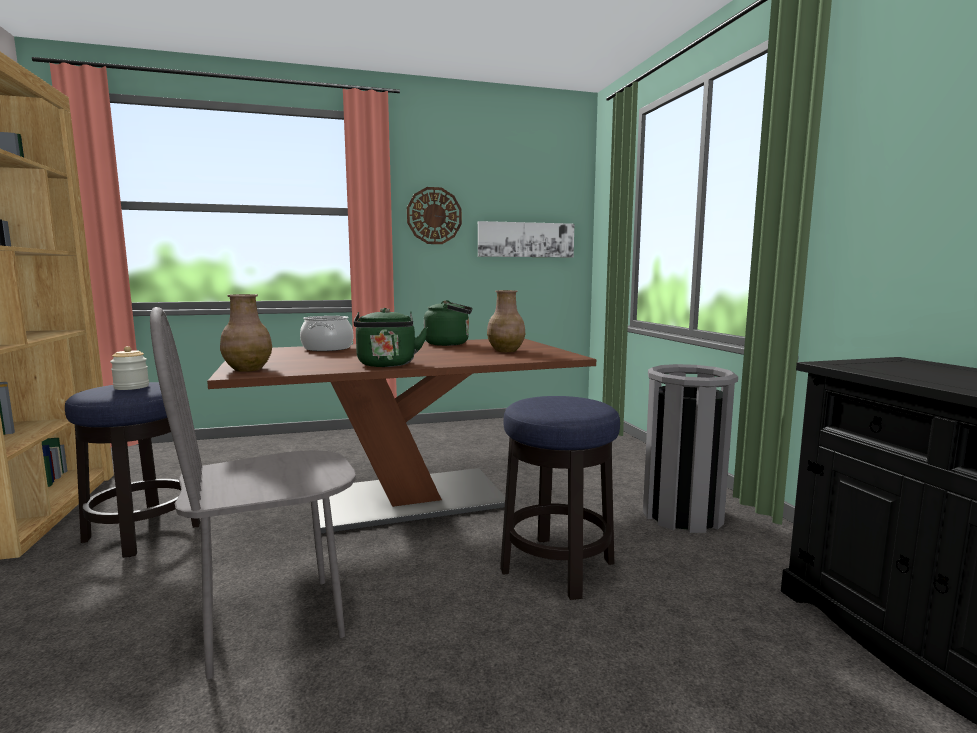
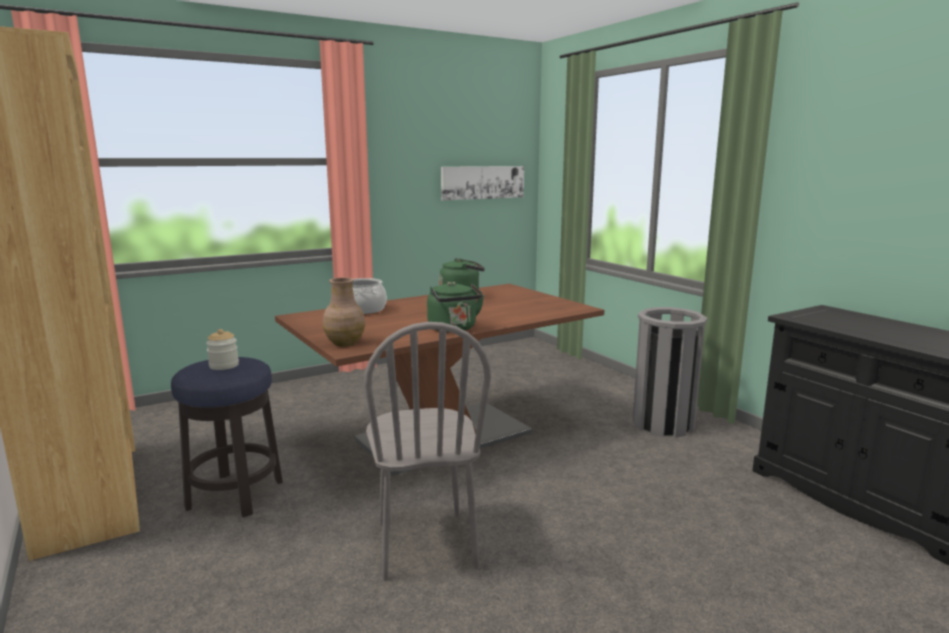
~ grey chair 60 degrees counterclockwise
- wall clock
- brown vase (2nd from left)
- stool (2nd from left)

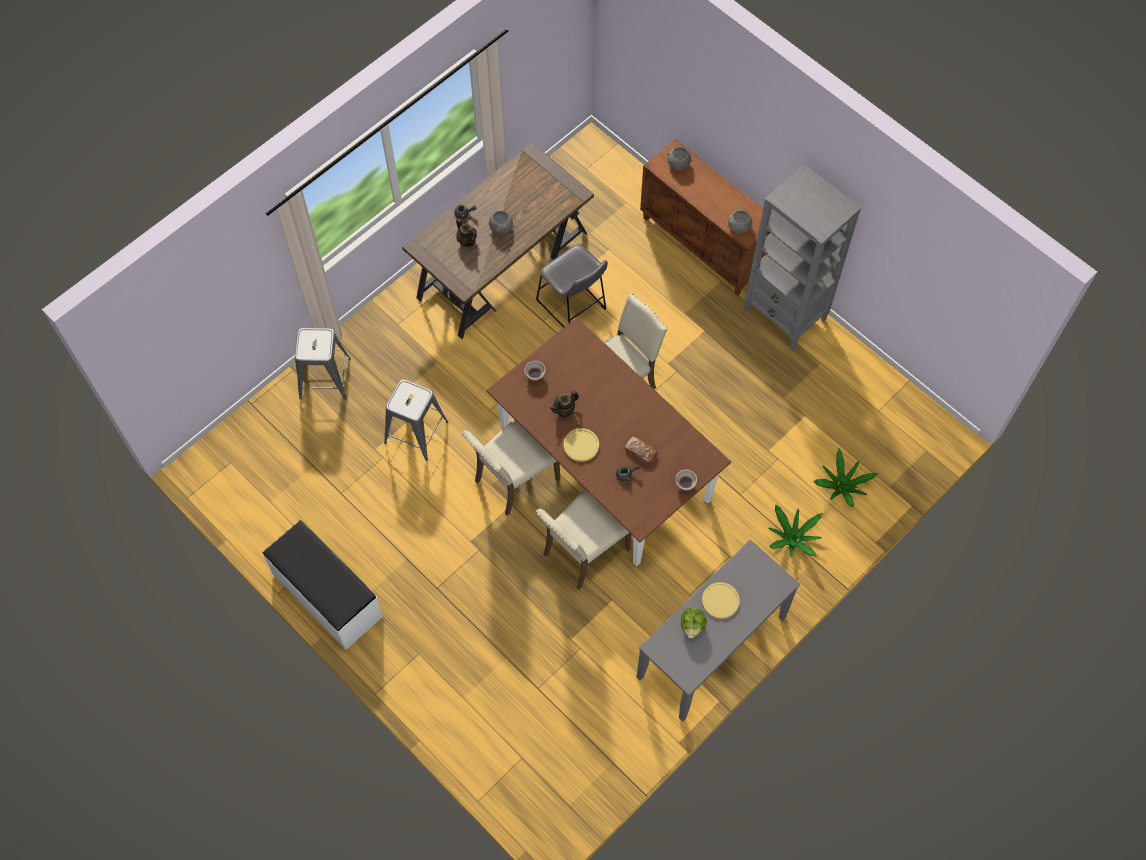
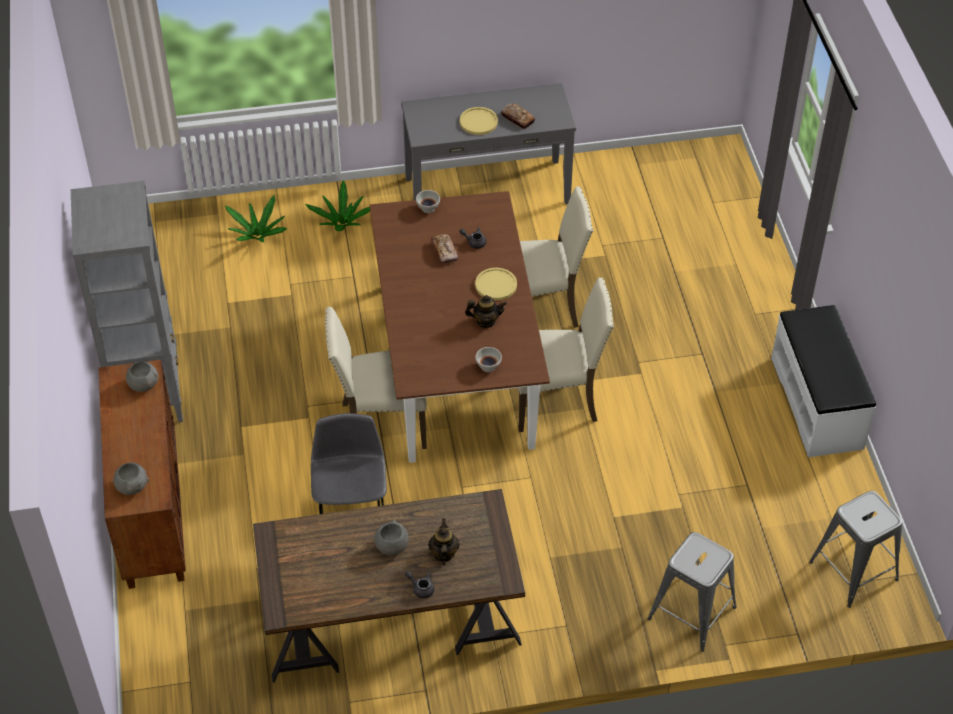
~ grey stool (2nd from left in the first image) to grey stool (3rd from left)
~ lettuce to bread (2nd from left)

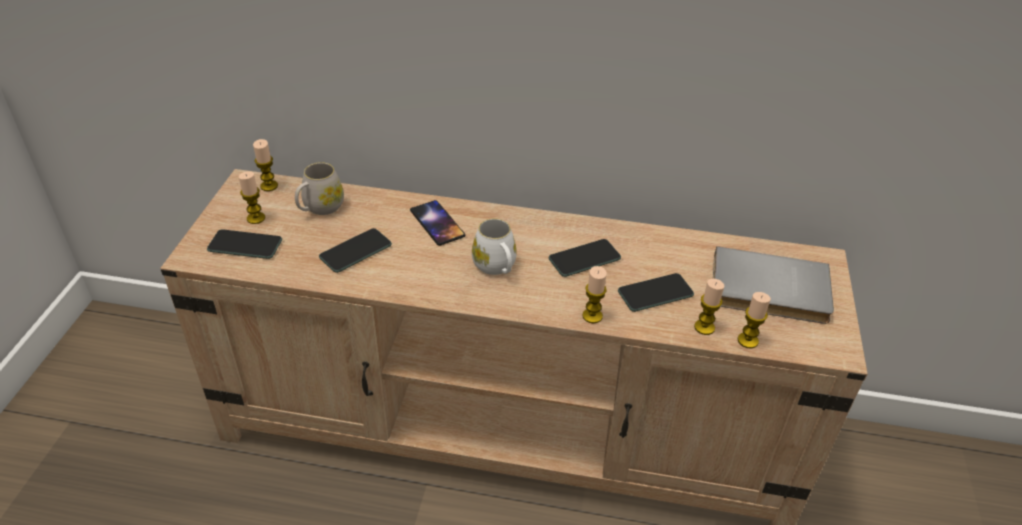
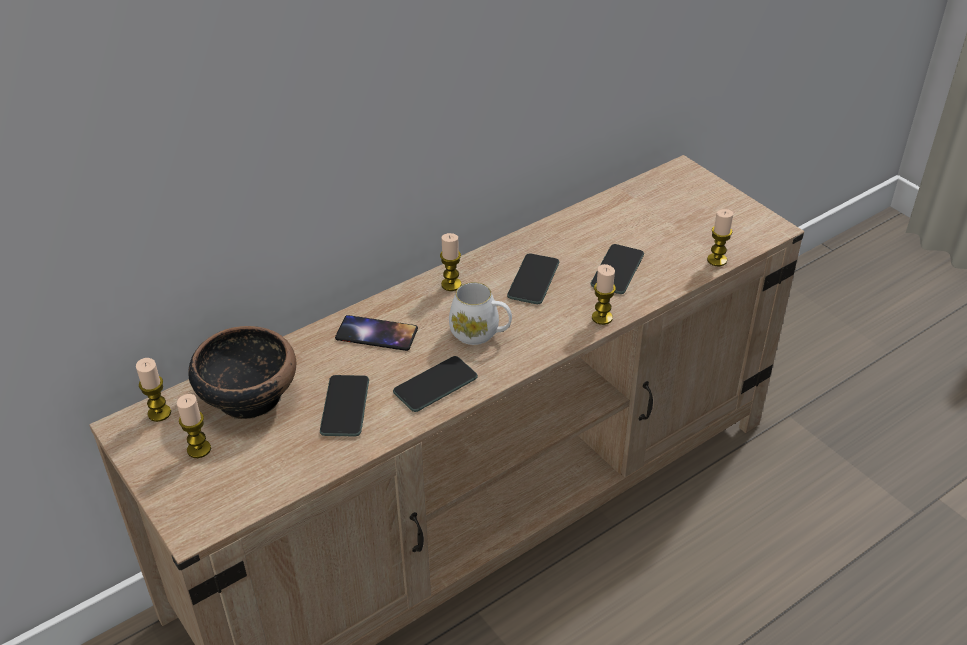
~ phone (1st from left in the first image) to phone (3rd from left)
~ white mug (1st from left) to bowl
~ candle (4th from left in the first image) to candle (3rd from left)
- grey book

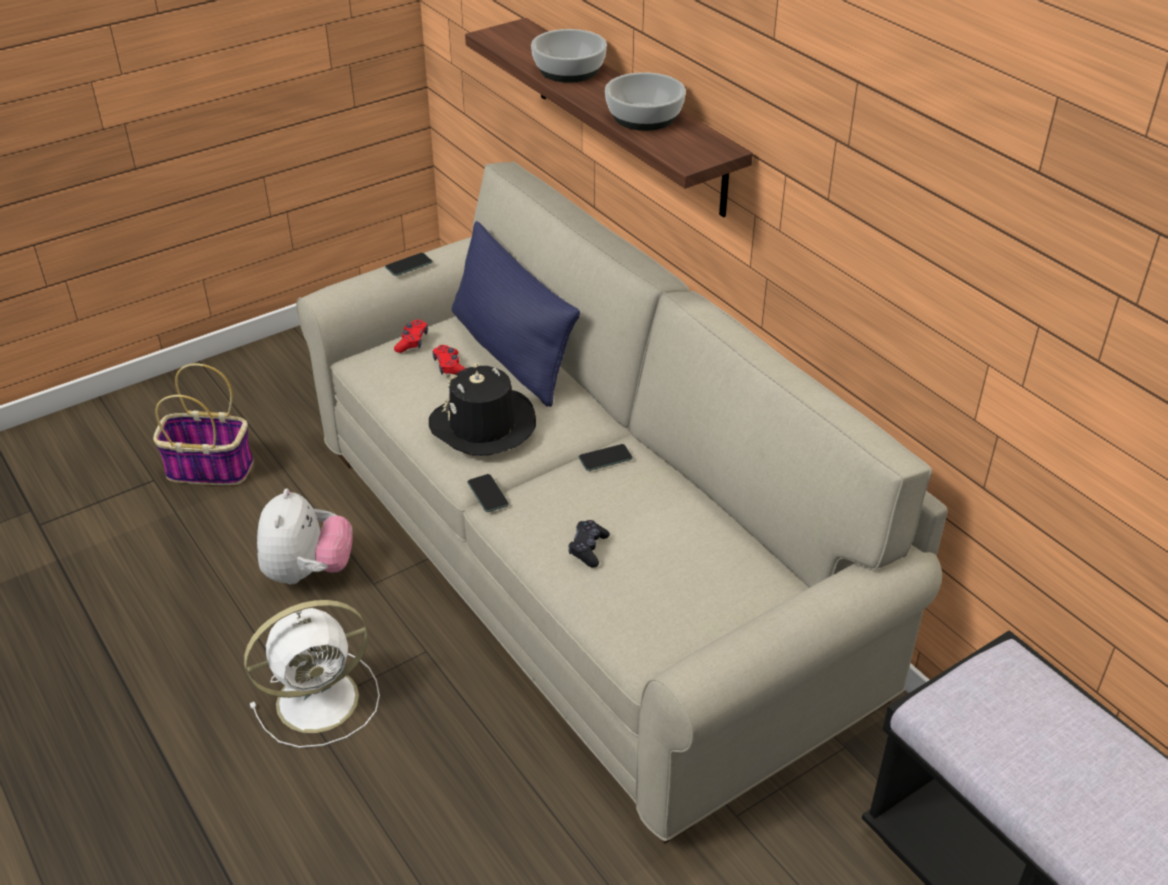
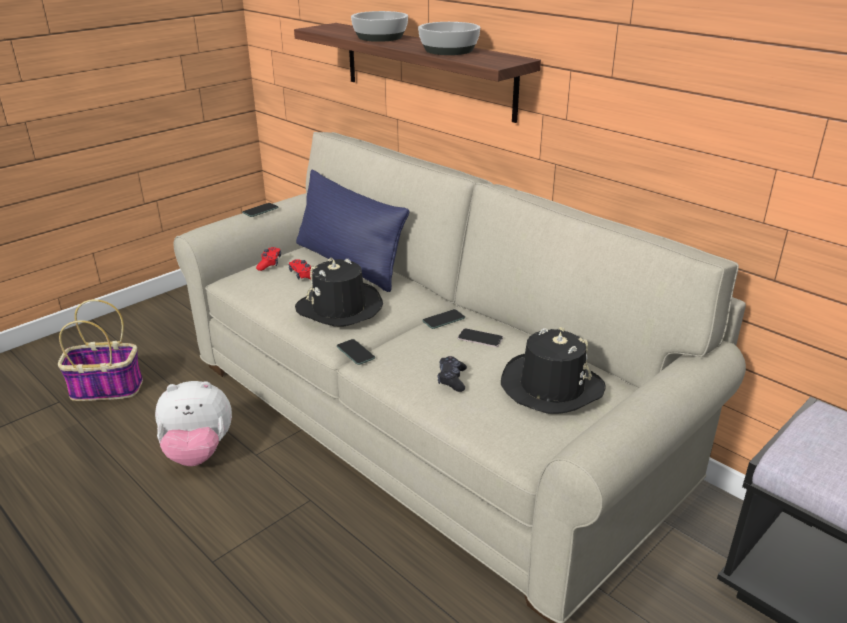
- white fan
~ plush toy 90 degrees clockwise
+ phone (4th from left)
+ black hat (2nd from left)

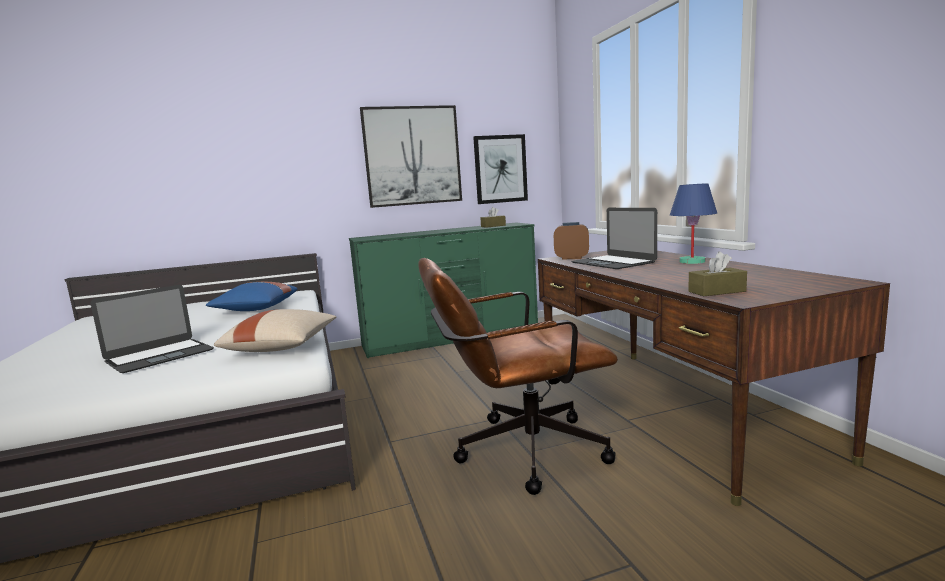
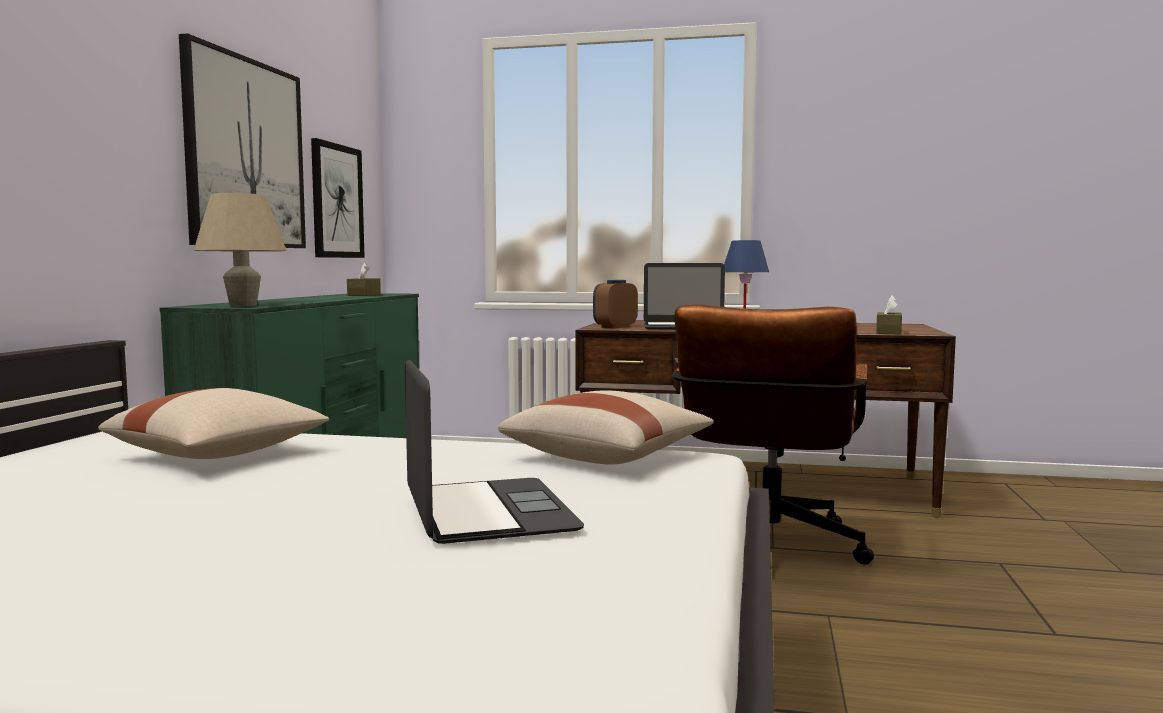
~ blue pillow to beige pillow (1st from left)
+ beige table lamp

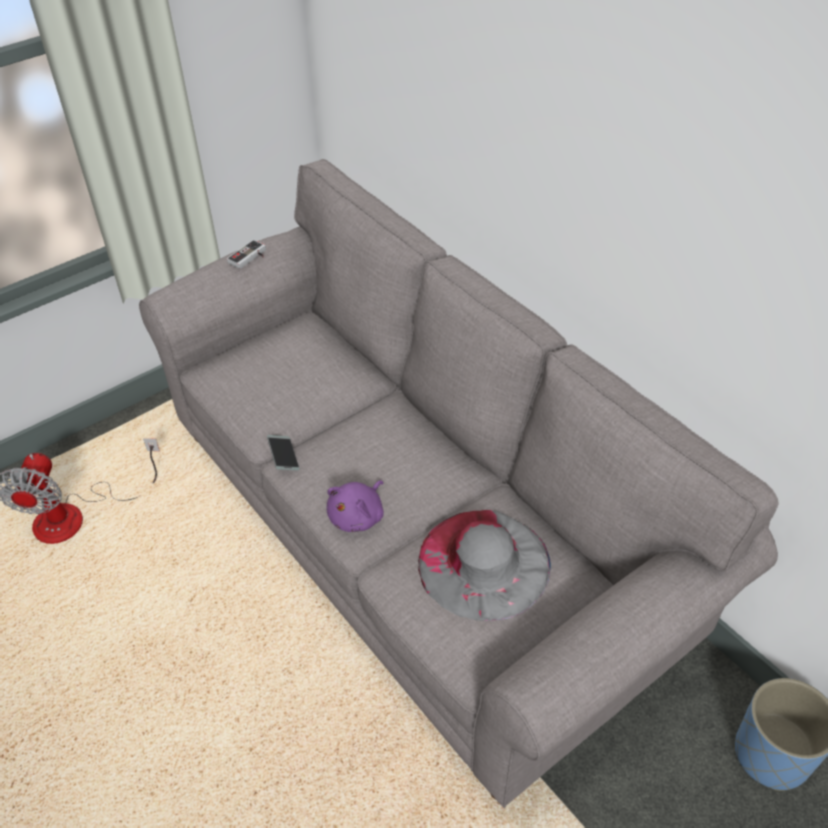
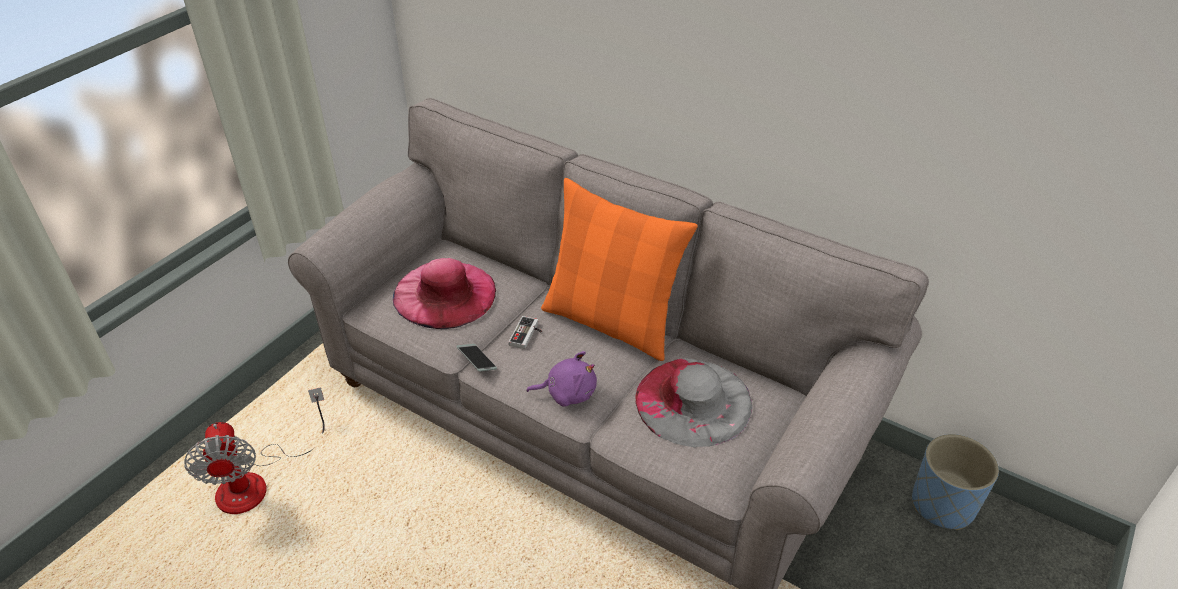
~ game controller
~ purple plush toy 105 degrees counterclockwise
+ pink hat
+ orange pillow

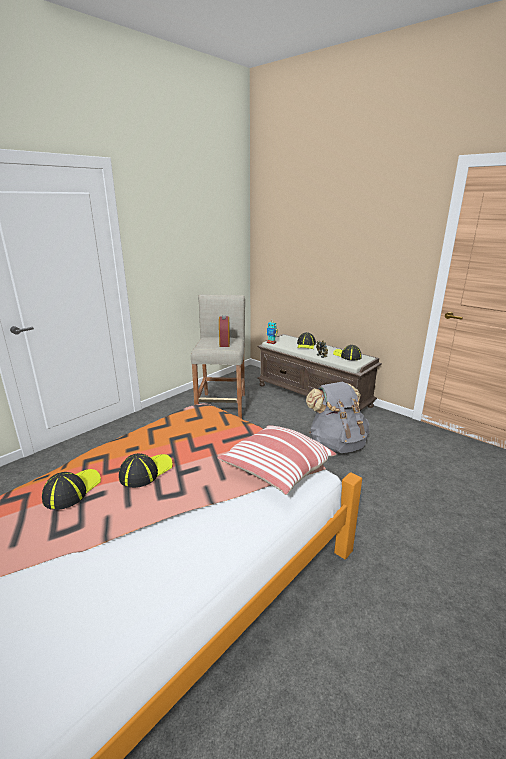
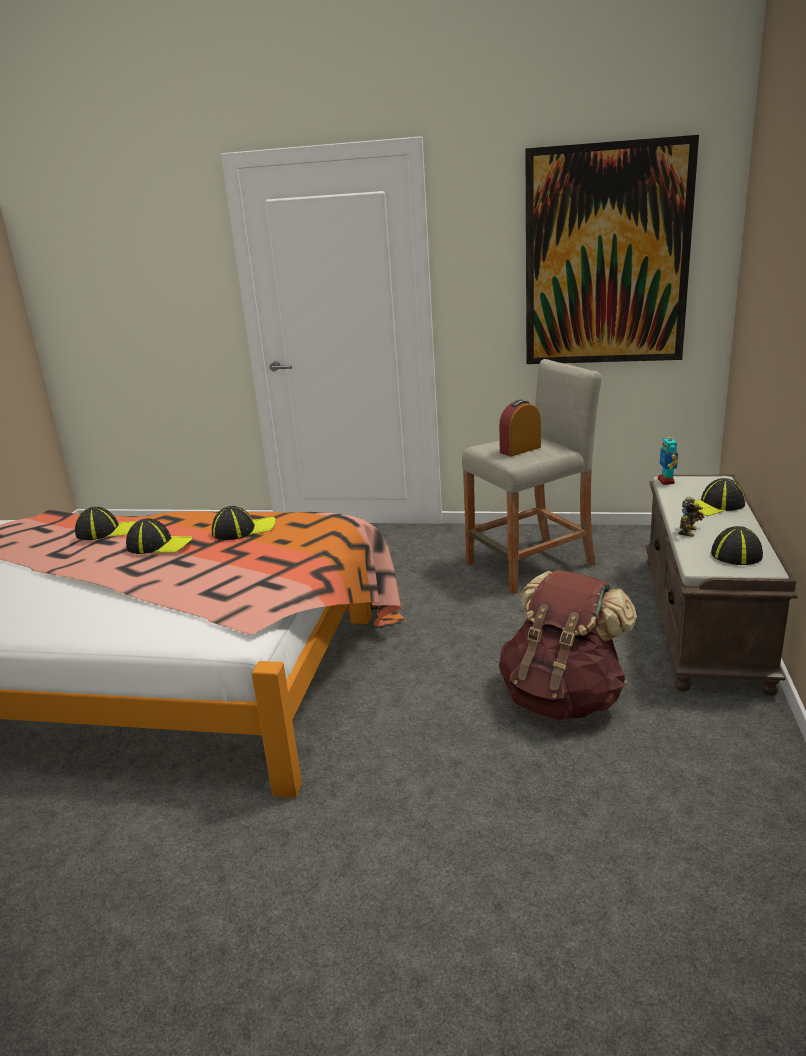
- pillow
~ grey backpack to brown backpack
+ cap (3rd from left)
+ picture

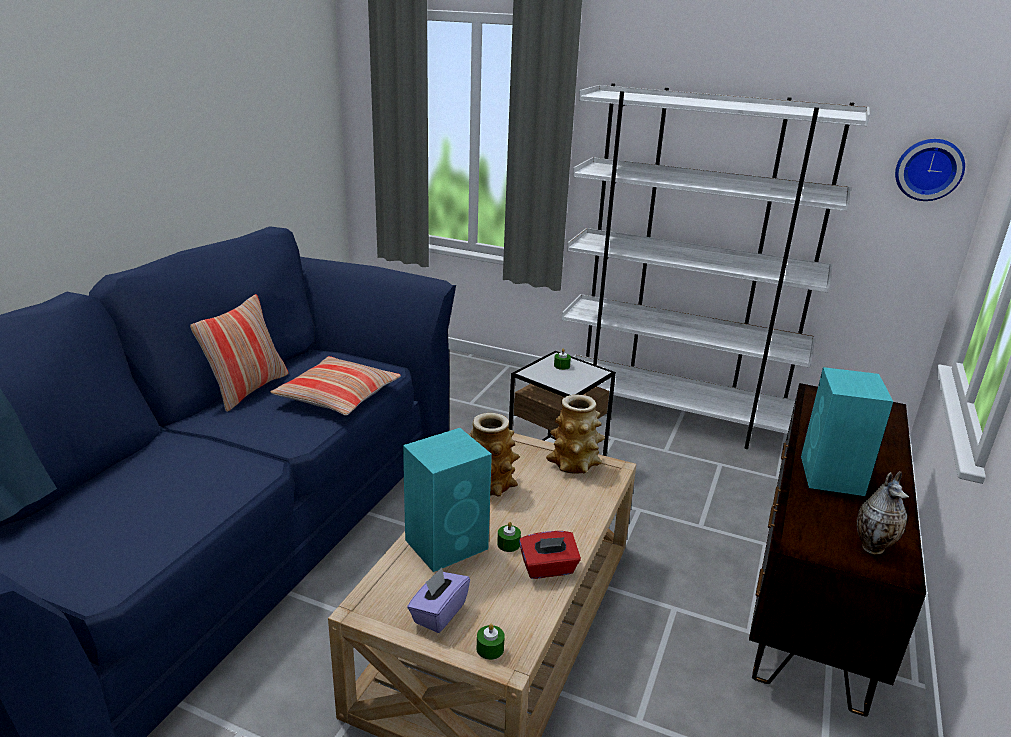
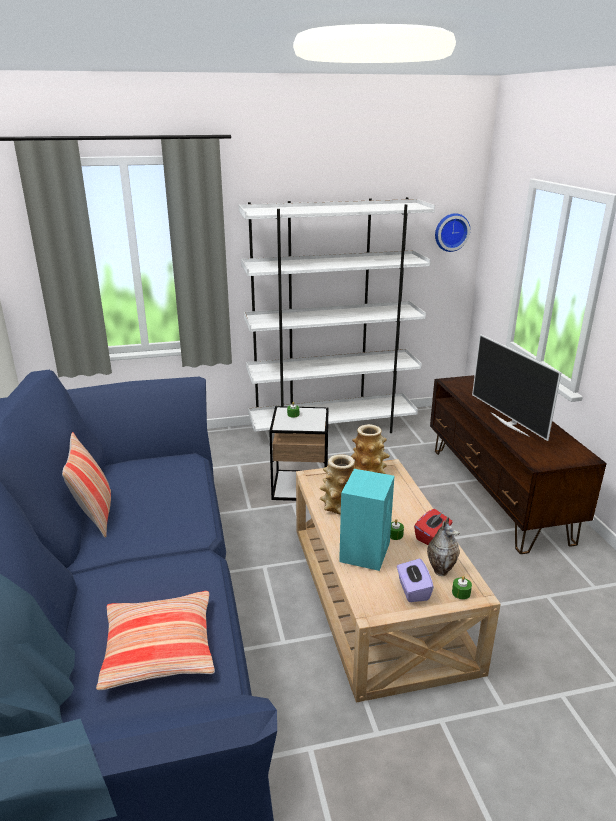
~ pillow (2nd from left)
~ turquoise speaker (2nd from left) to television
~ vase (3rd from left)

